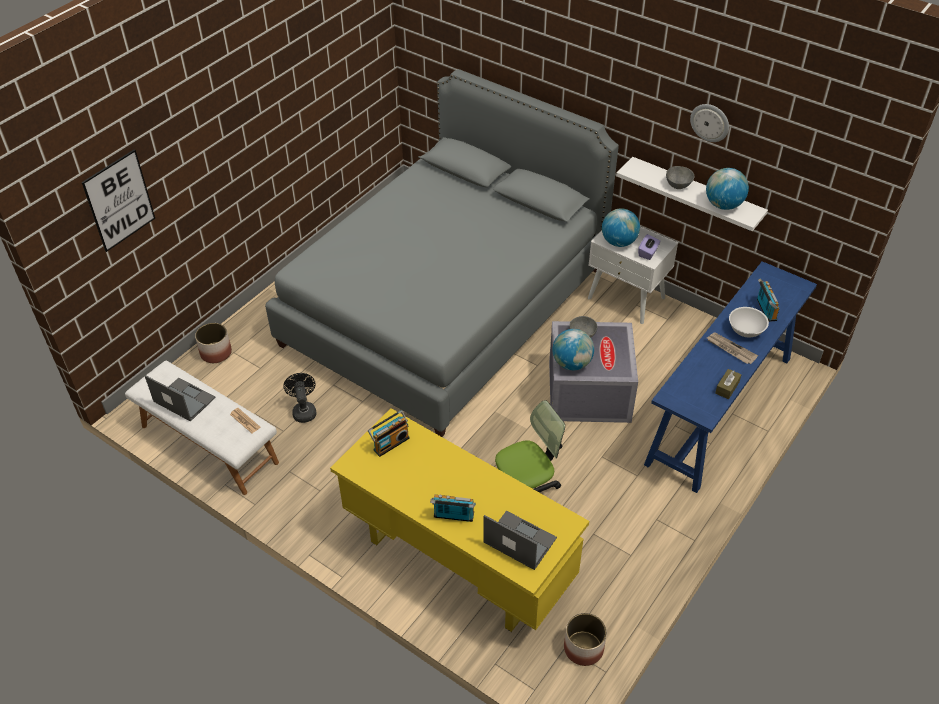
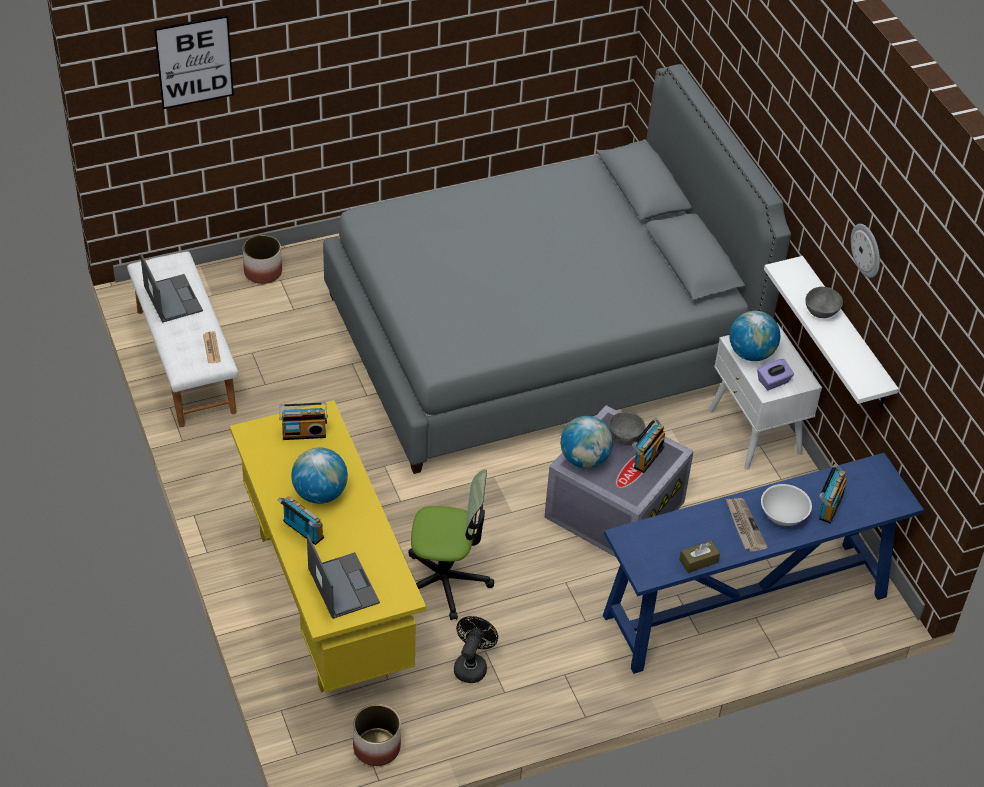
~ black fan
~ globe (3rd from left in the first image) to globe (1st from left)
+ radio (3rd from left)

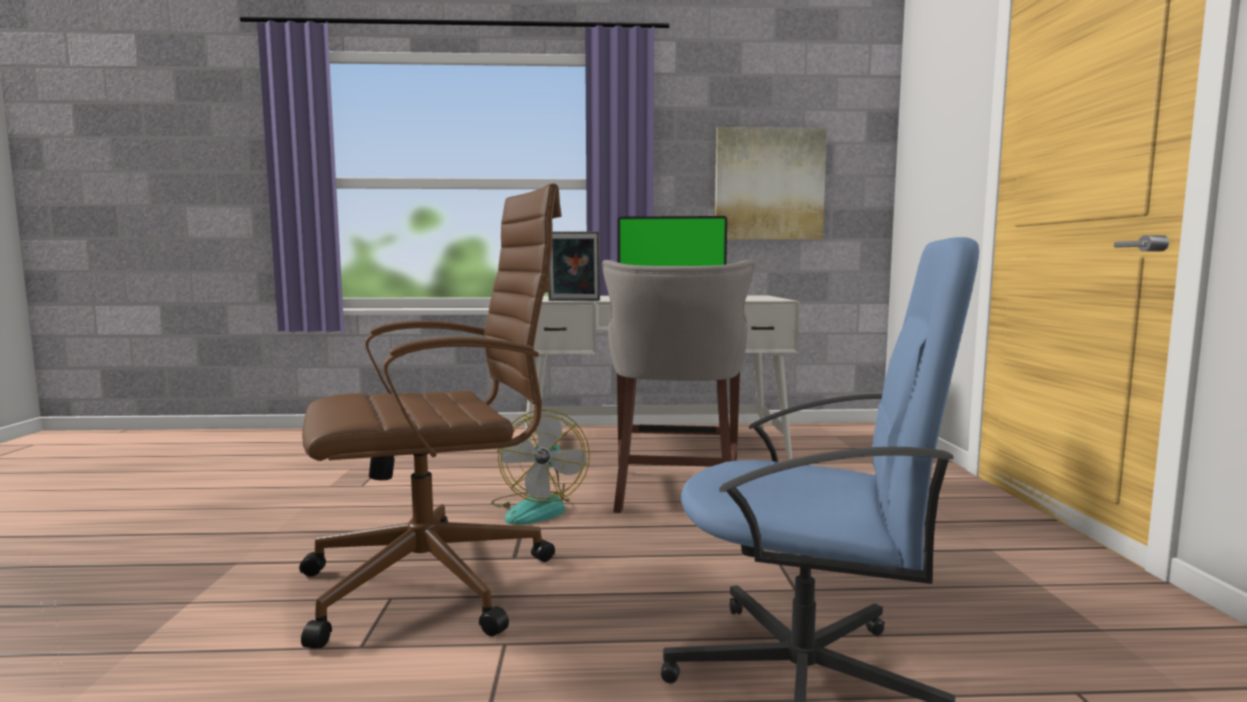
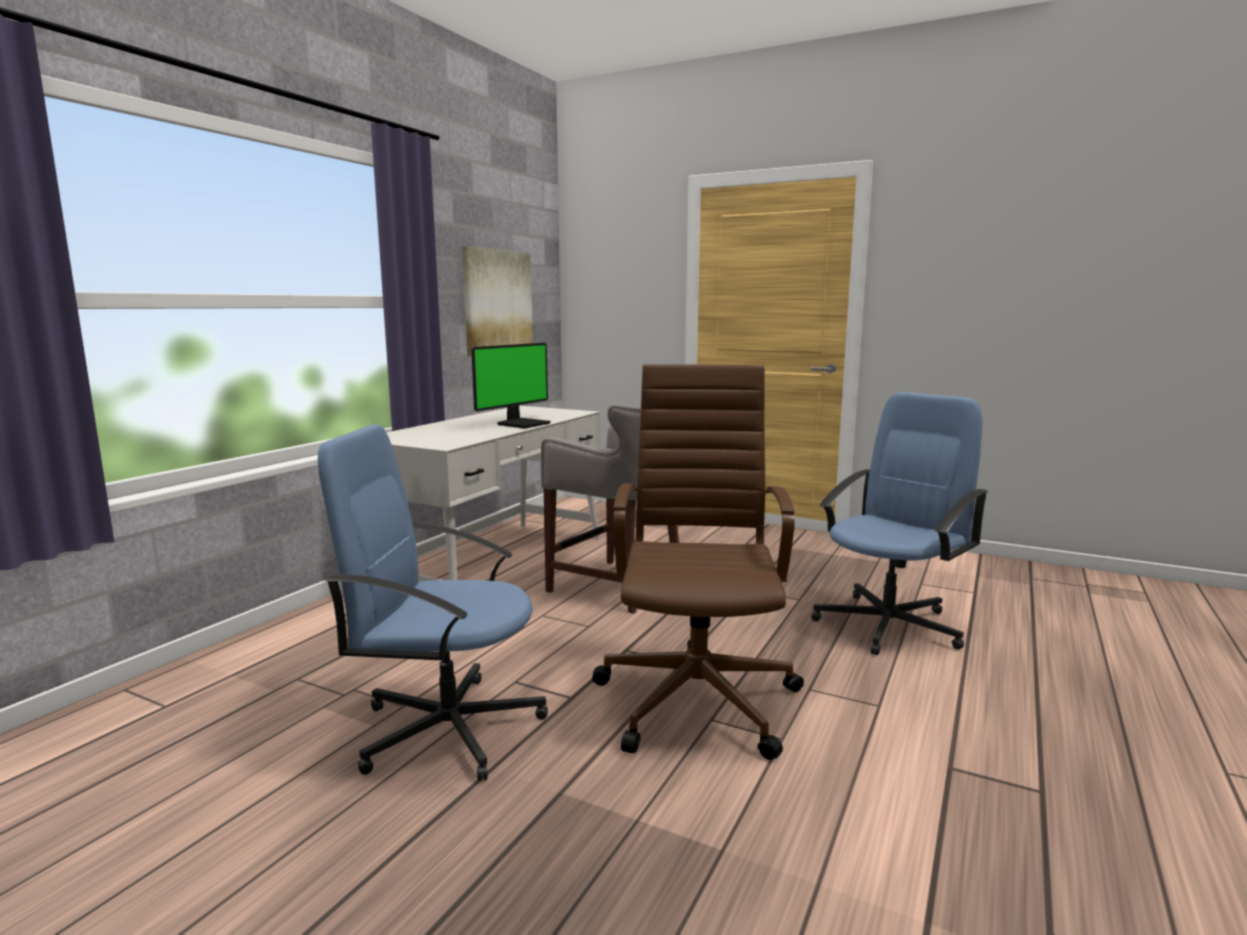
- fan
- picture frame
+ blue office chair (1st from left)

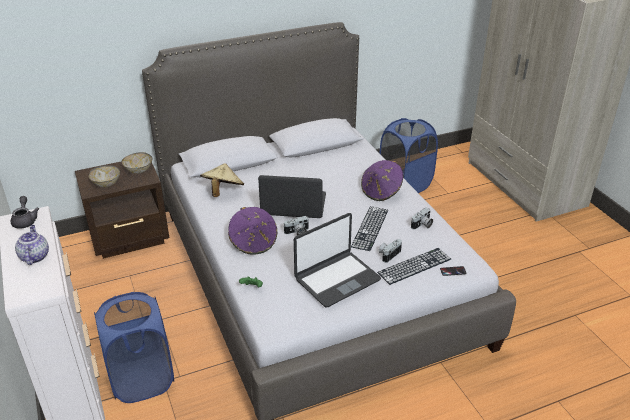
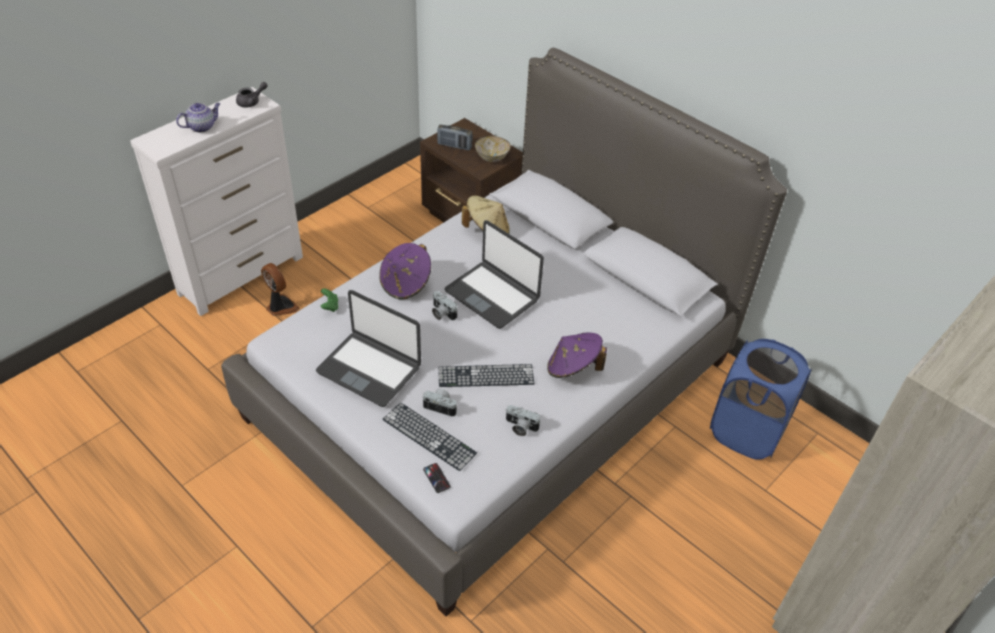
~ bowl (1st from left) to radio
~ blue laundry basket (1st from left) to fan
~ laptop (1st from left in the first image) 150 degrees clockwise

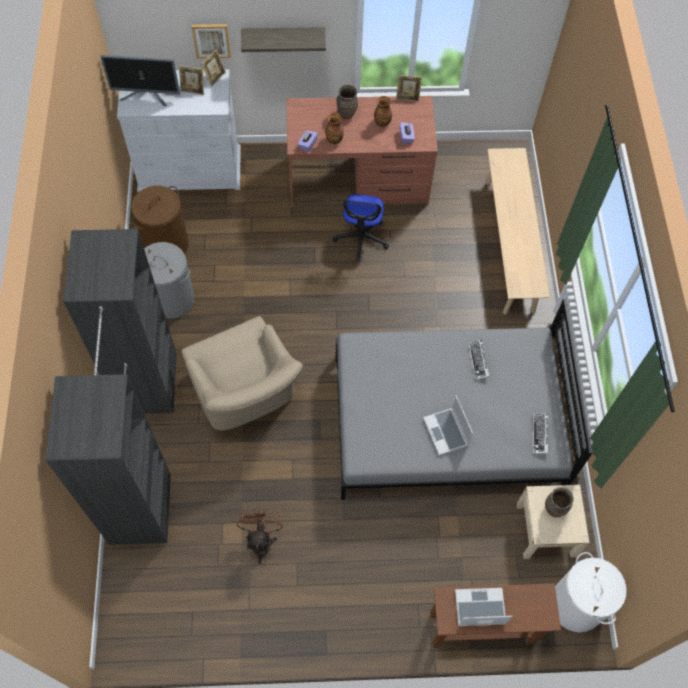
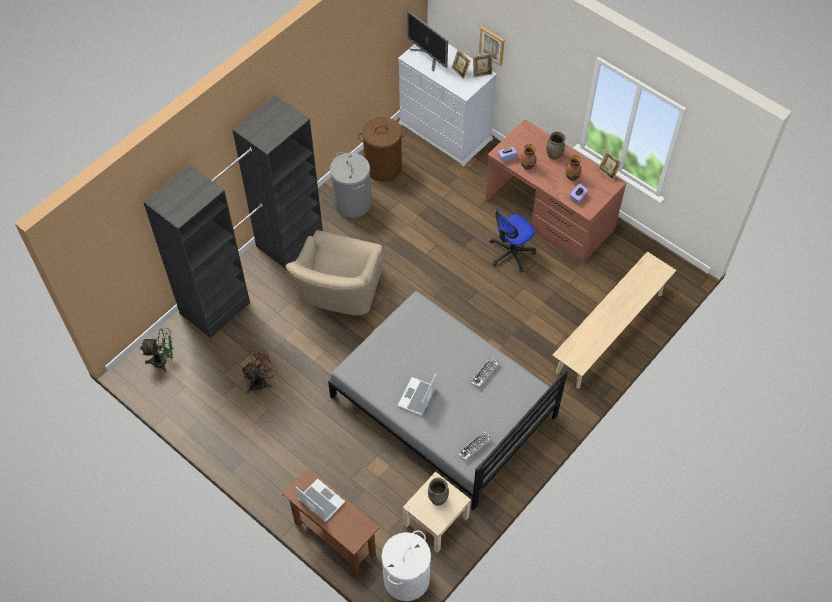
- shelf
+ green fan

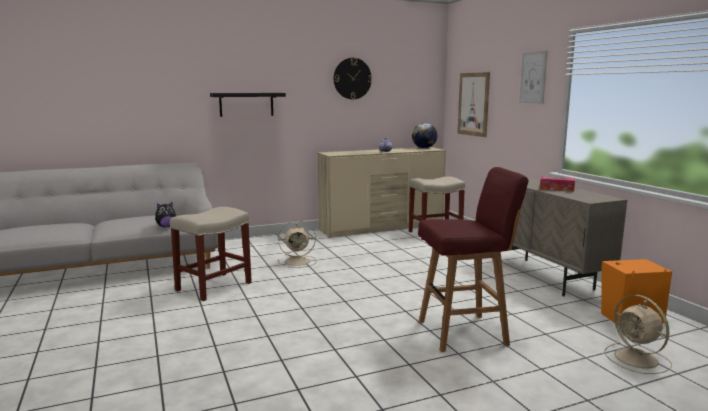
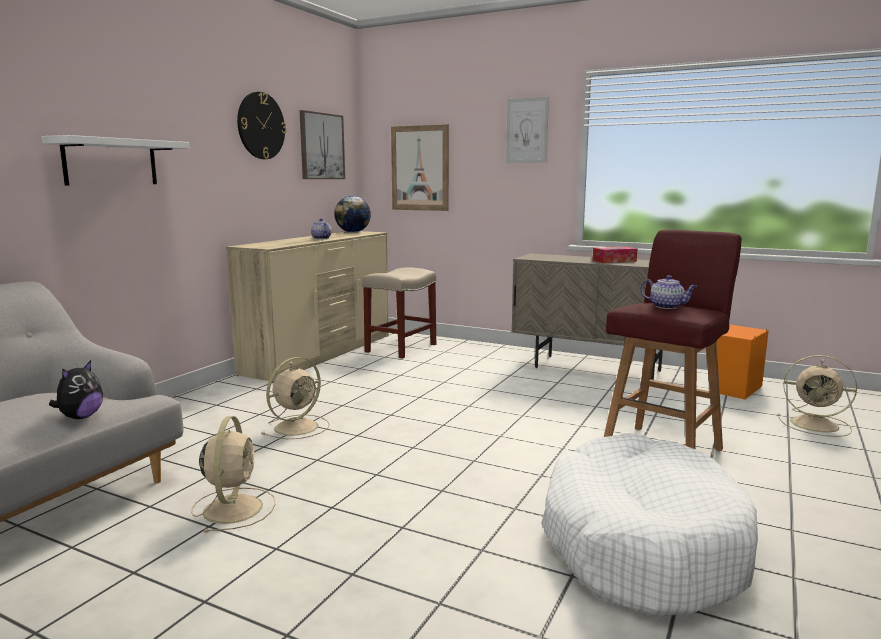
~ beige stool (1st from left) to beige fan (1st from left)
~ black shelf to white shelf
+ picture (1st from left)
+ white dog bed
+ teapot (2nd from left)

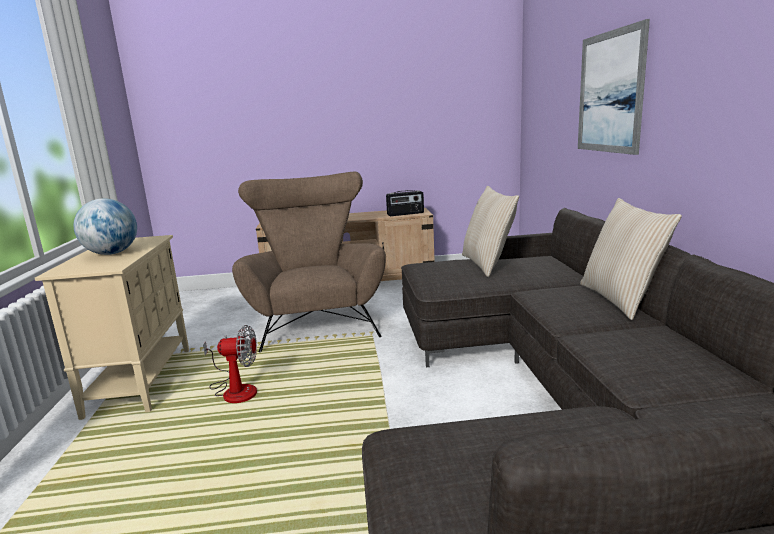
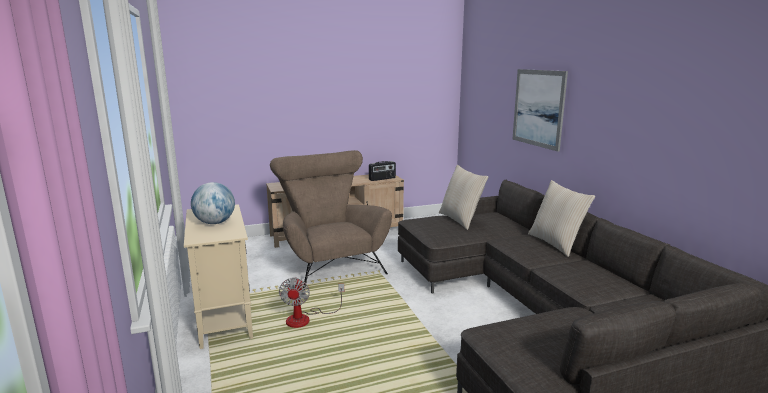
~ fan 105 degrees clockwise

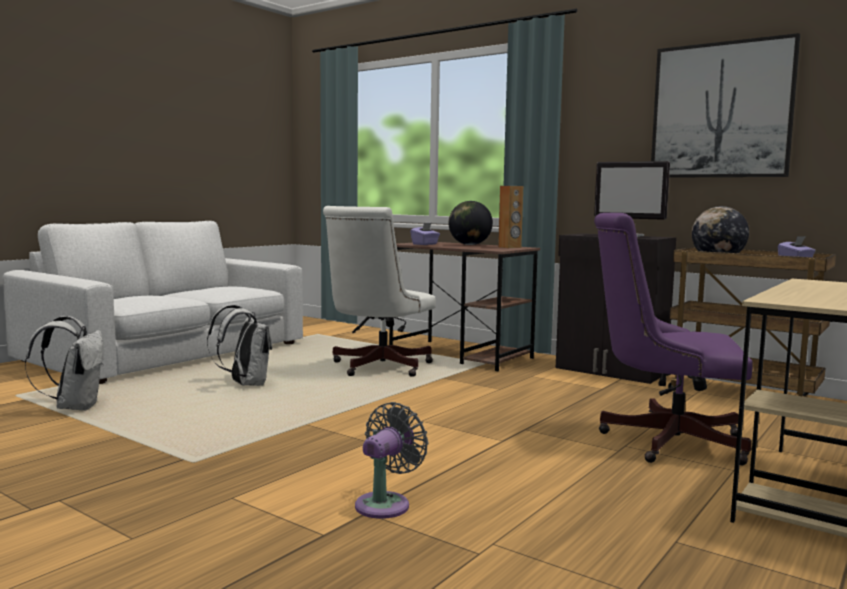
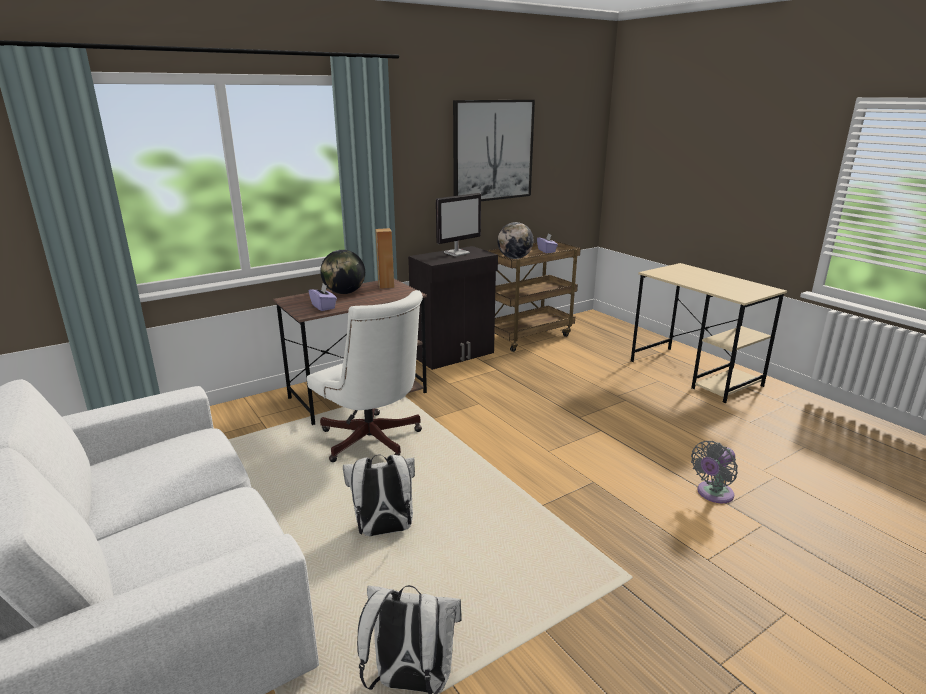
~ grey fan 90 degrees counterclockwise
- purple office chair

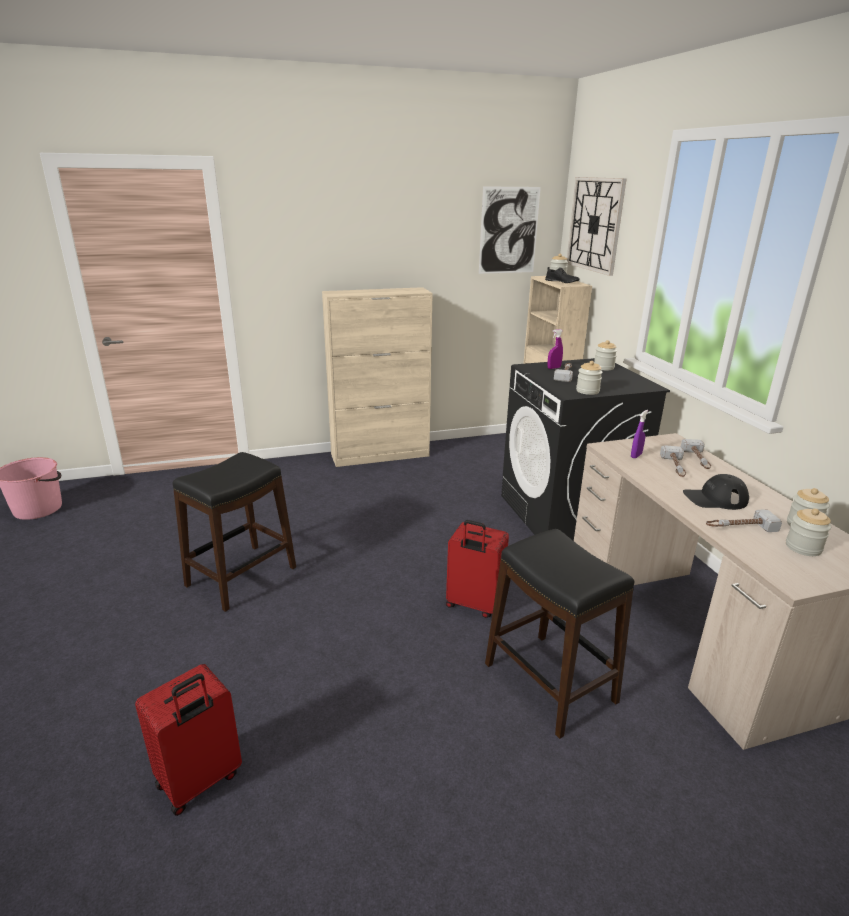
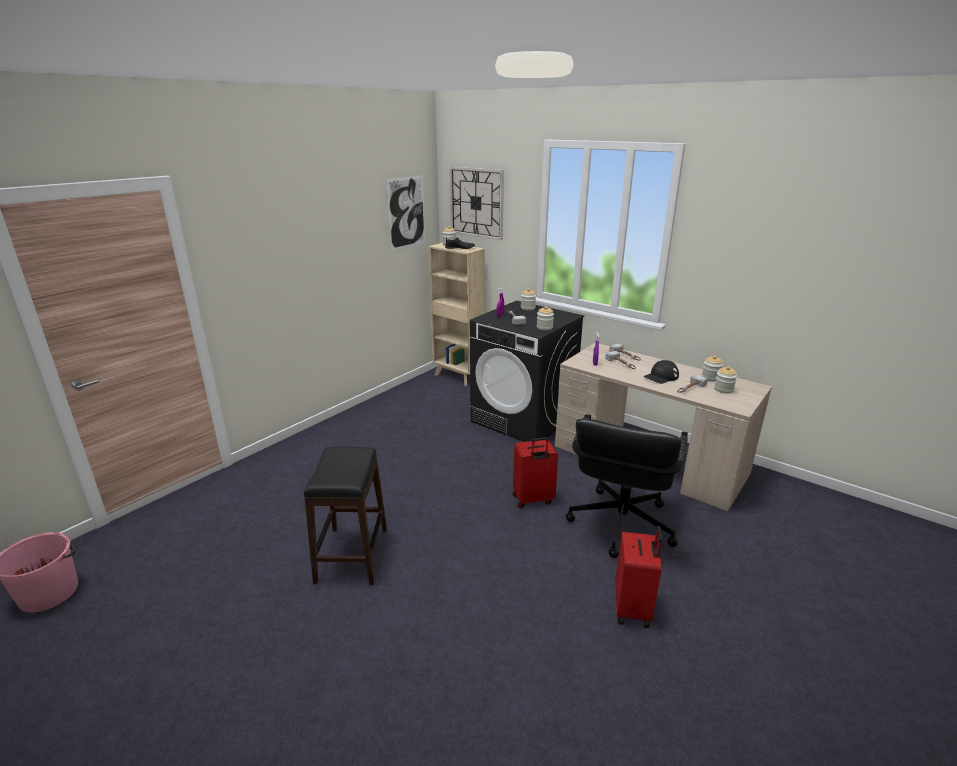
~ red suitcase (1st from left in the first image) to red suitcase (2nd from left)
- beige cabinet
~ black stool (2nd from left) to black office chair

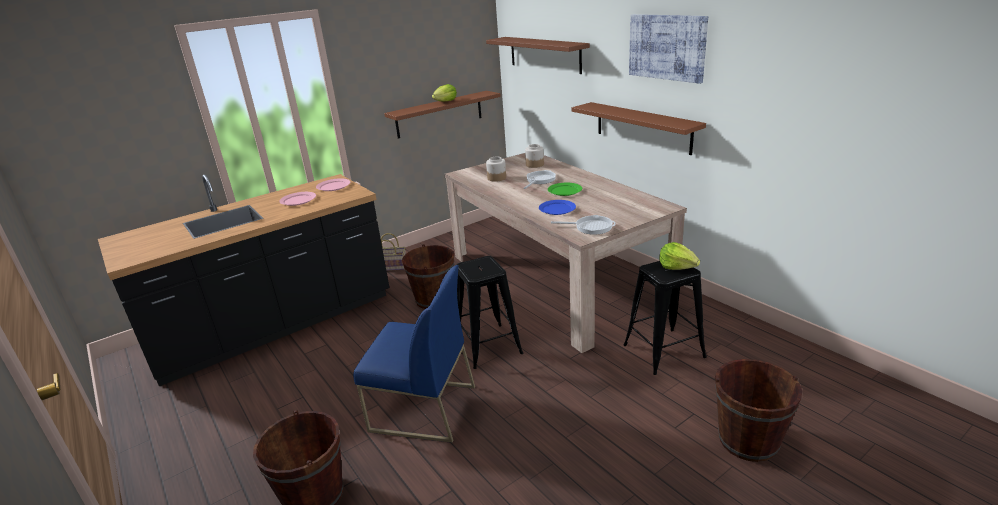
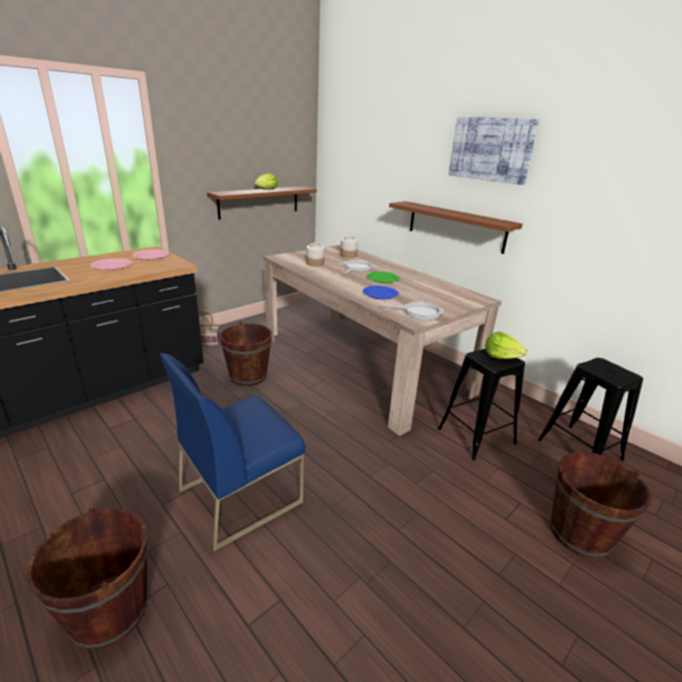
~ blue chair 135 degrees clockwise
~ black stool (1st from left in the first image) to black stool (2nd from left)
- brown shelf (2nd from left)

